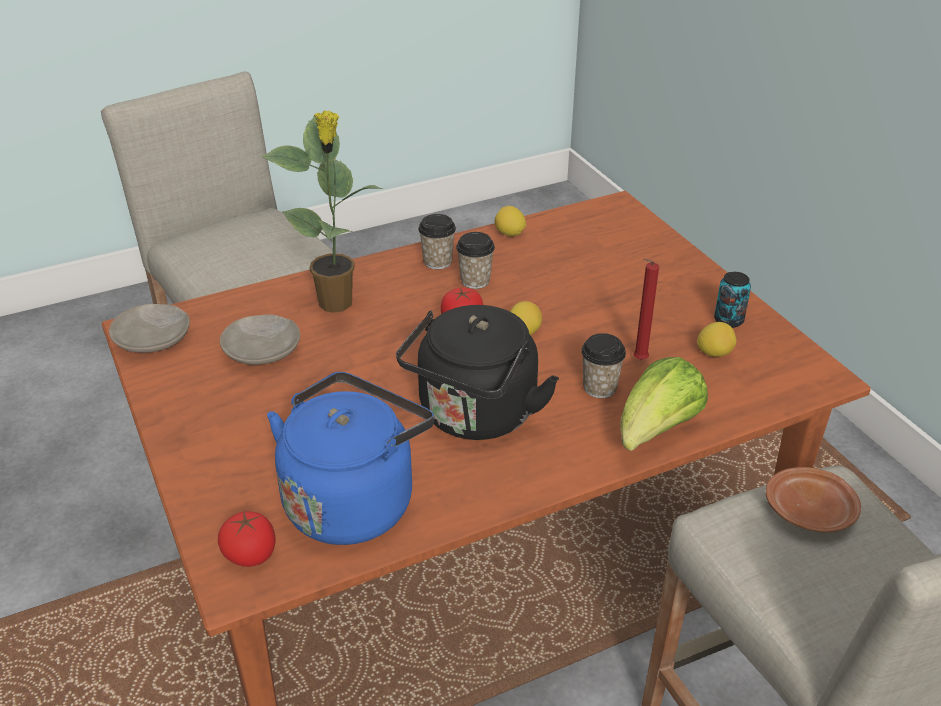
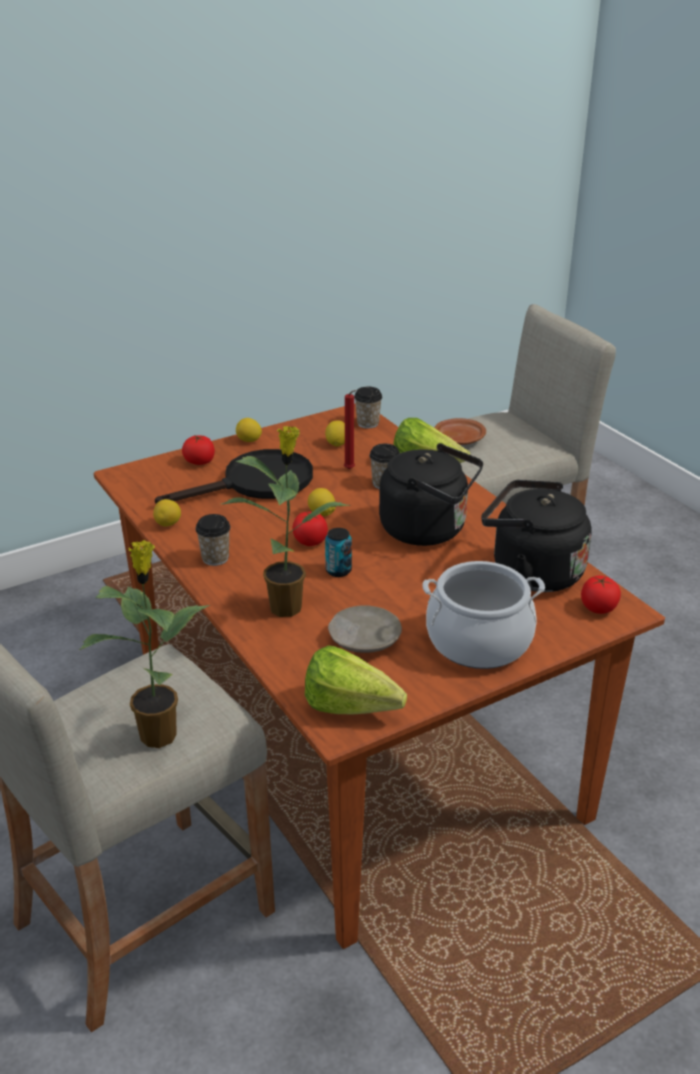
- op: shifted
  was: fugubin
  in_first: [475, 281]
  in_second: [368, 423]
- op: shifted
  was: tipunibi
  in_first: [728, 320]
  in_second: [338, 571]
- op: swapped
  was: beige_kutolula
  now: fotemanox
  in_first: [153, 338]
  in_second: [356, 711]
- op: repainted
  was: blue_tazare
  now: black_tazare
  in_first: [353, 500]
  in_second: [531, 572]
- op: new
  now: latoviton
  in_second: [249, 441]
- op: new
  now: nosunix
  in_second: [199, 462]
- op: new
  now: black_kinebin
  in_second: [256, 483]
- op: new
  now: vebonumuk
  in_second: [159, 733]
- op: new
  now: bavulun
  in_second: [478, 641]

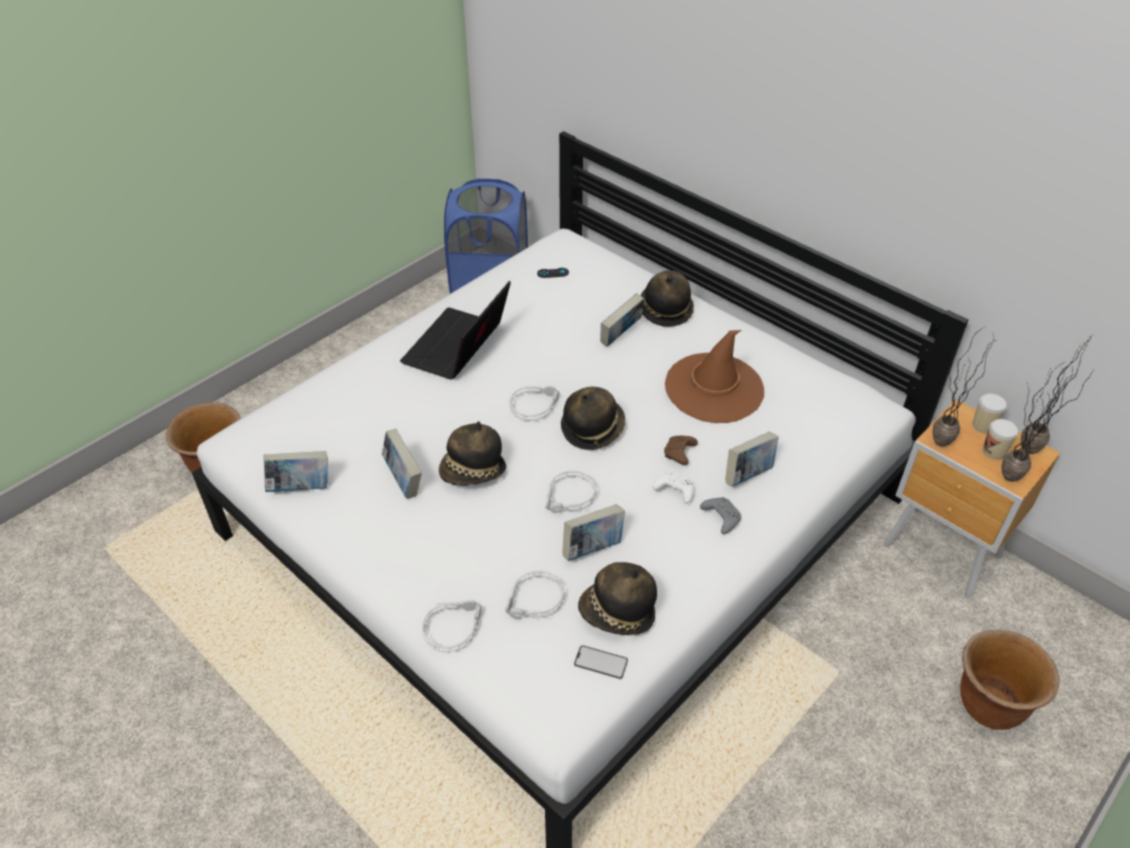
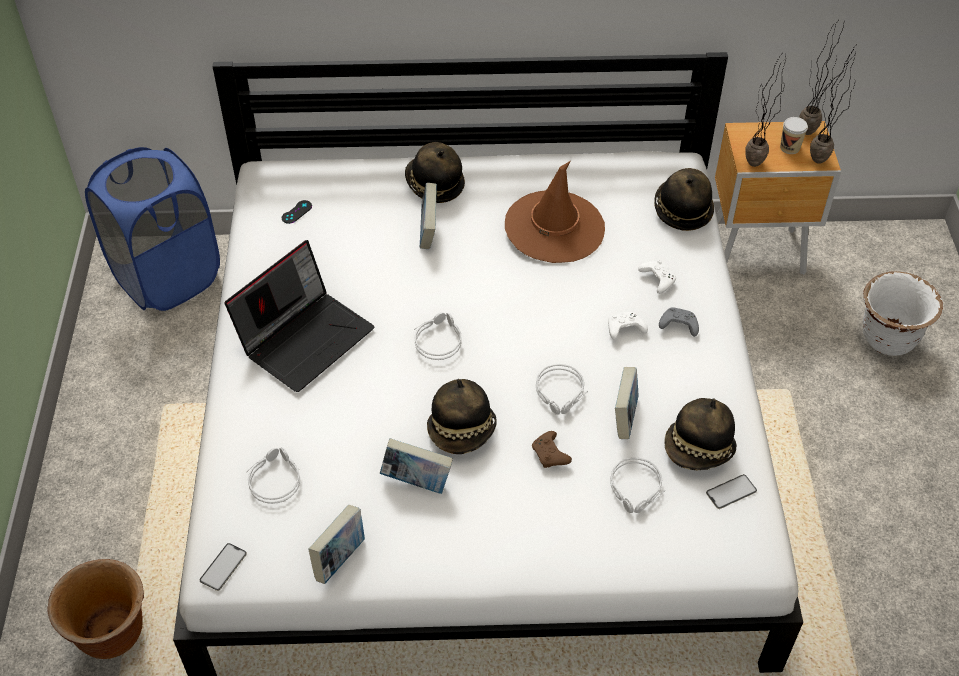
- op: rotated
  was: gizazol
  in_first: [457, 348]
  in_second: [306, 337]
  clockwise: -120
- op: shifted
  was: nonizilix
  in_first: [592, 428]
  in_second: [682, 210]
- op: gone
  was: fugubin
  in_first: [983, 426]
- op: swapped
  was: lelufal
  now: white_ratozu
  in_first: [748, 475]
  in_second: [657, 279]
- op: shifted
  was: brown_ratozu
  in_first: [679, 454]
  in_second: [550, 455]
- op: shifted
  was: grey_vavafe
  in_first: [453, 626]
  in_second: [274, 479]
- op: repainted
  was: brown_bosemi
  now: white_bosemi
  in_first: [988, 706]
  in_second: [887, 340]
- op: new
  now: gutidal
  in_second: [223, 567]

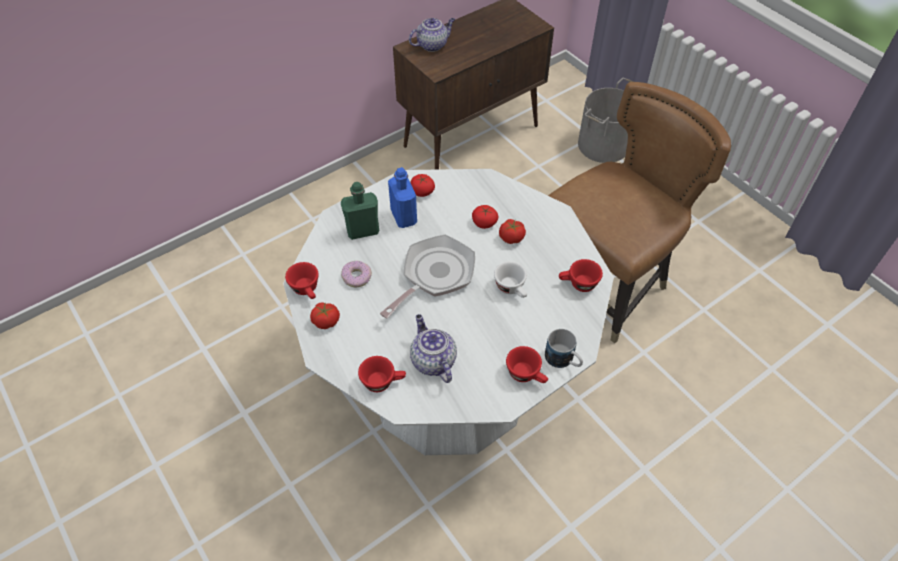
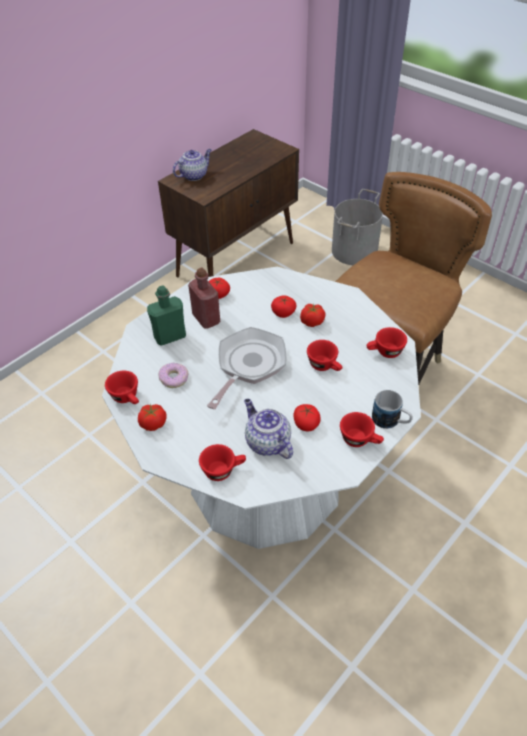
- op: repainted
  was: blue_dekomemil
  now: red_dekomemil
  in_first: [403, 217]
  in_second: [206, 319]
- op: repainted
  was: white_fugubin
  now: red_fugubin
  in_first: [512, 289]
  in_second: [325, 366]
- op: new
  now: nosunix
  in_second: [306, 423]

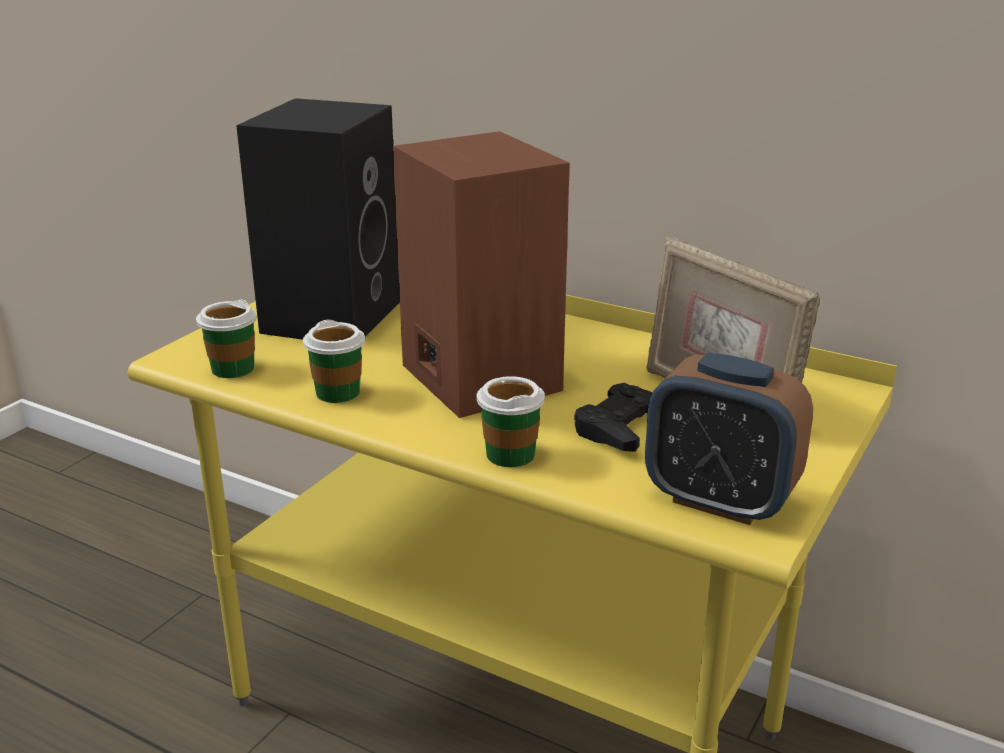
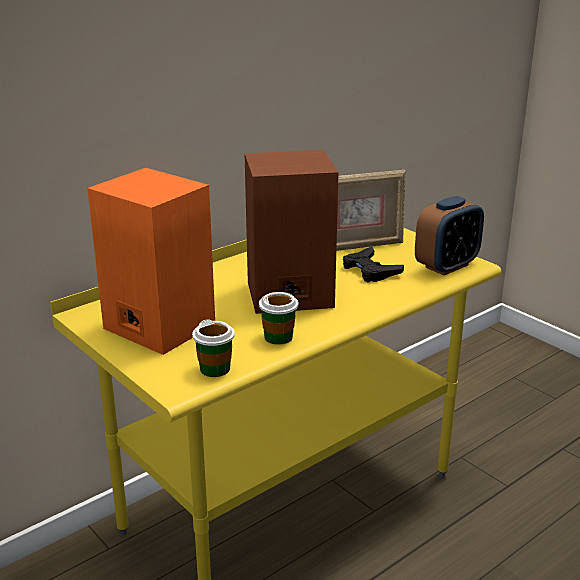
- op: repainted
  was: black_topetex
  now: orange_topetex
  in_first: [330, 315]
  in_second: [156, 326]
- op: gone
  was: fugubin
  in_first: [510, 454]

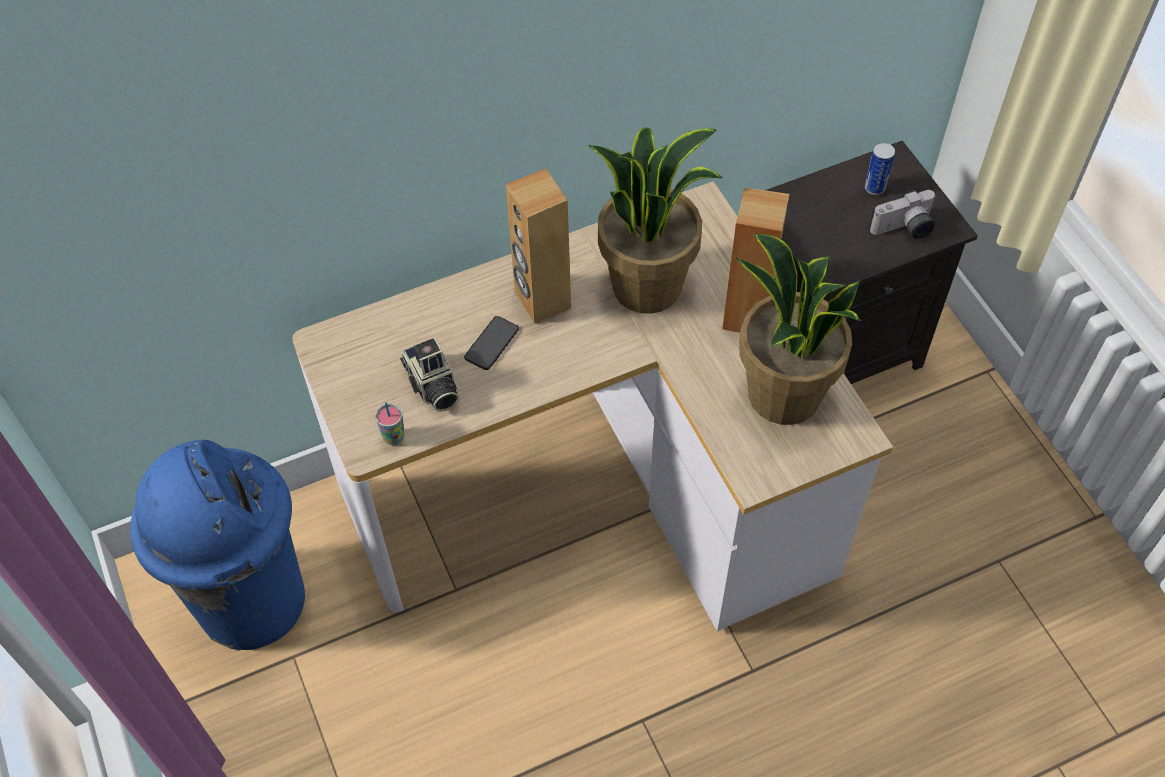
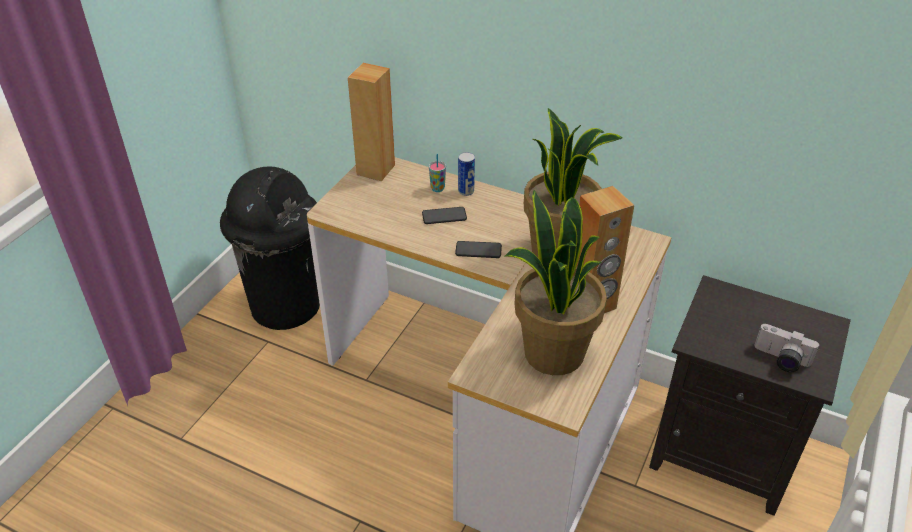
- op: shifted
  was: tipunibi
  in_first: [874, 188]
  in_second: [466, 191]
- op: shifted
  was: brown_topetex
  in_first: [542, 300]
  in_second: [375, 169]
- op: gone
  was: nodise
  in_first: [432, 386]
- op: shifted
  was: fugubin
  in_first: [394, 437]
  in_second: [437, 189]
- op: repainted
  was: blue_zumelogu
  now: black_zumelogu
  in_first: [251, 598]
  in_second: [286, 305]
- op: new
  now: gutidal
  in_second: [478, 250]

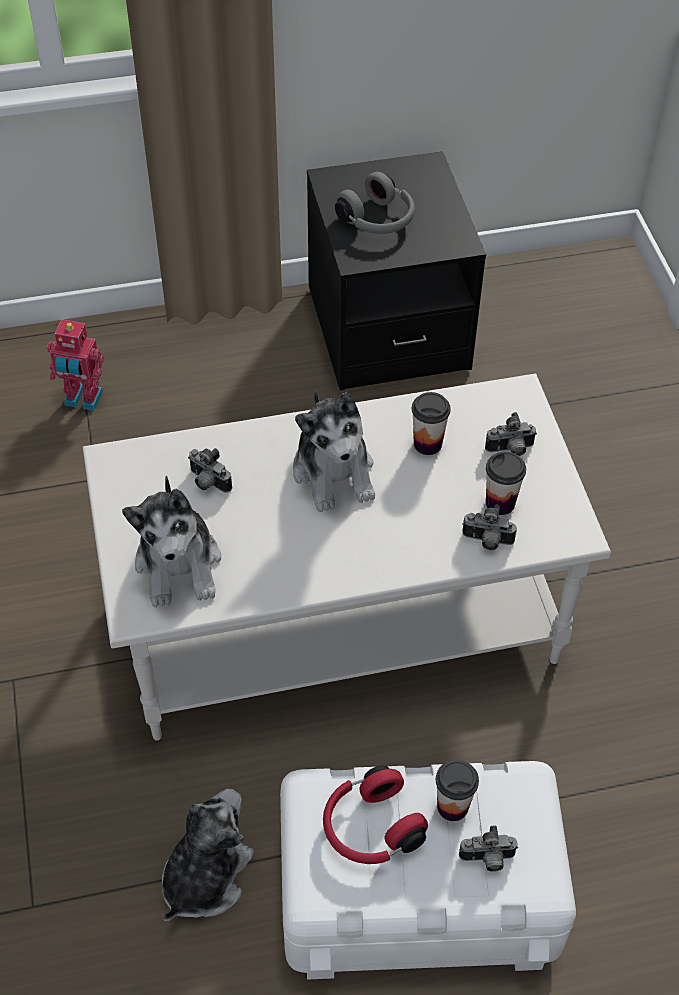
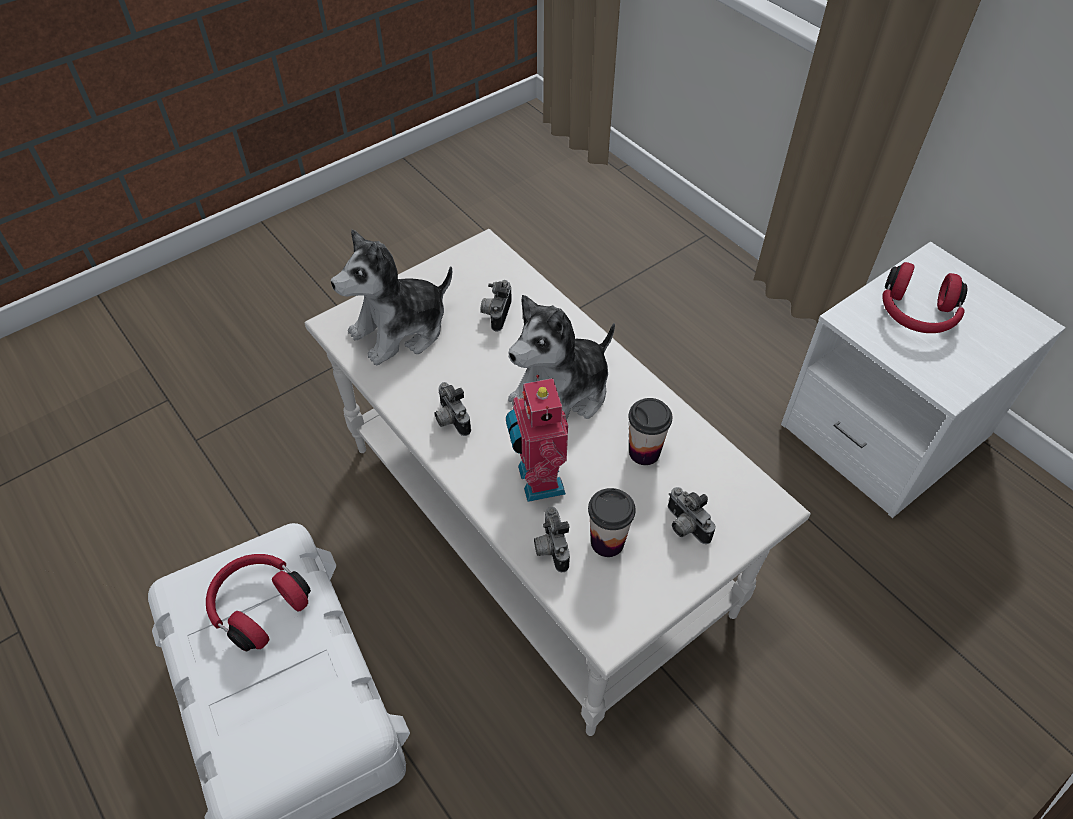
- op: repainted
  was: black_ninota
  now: white_ninota
  in_first: [387, 328]
  in_second: [884, 431]
- op: repainted
  was: grey_vavafe
  now: red_vavafe
  in_first: [378, 220]
  in_second: [916, 314]
- op: shifted
  was: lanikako
  in_first: [83, 400]
  in_second: [537, 480]
- op: gone
  was: fugubin
  in_first: [452, 806]
- op: gone
  was: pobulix
  in_first: [204, 876]
- op: shifted
  was: nodise
  in_first: [487, 860]
  in_second: [450, 419]

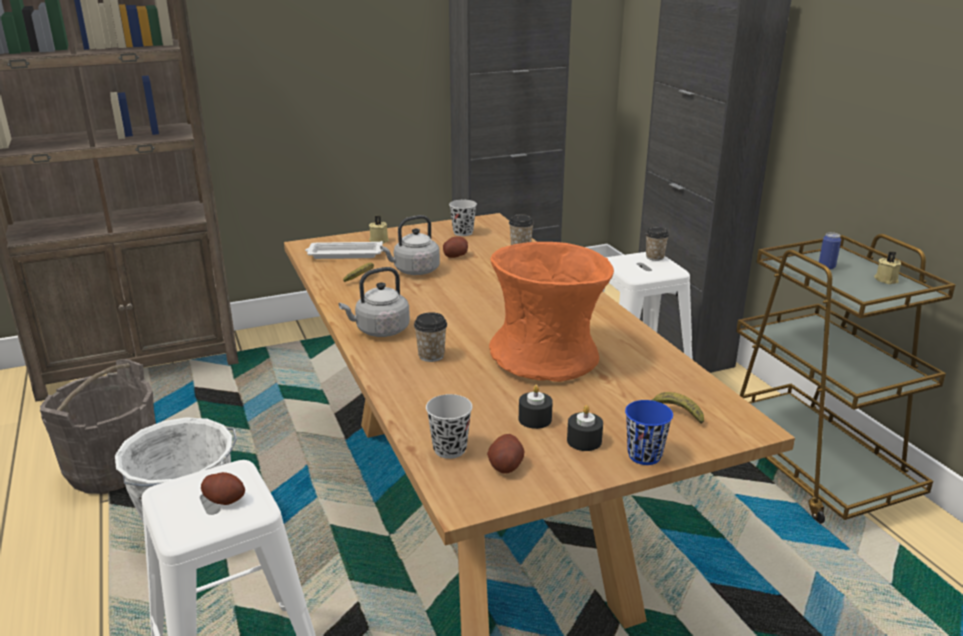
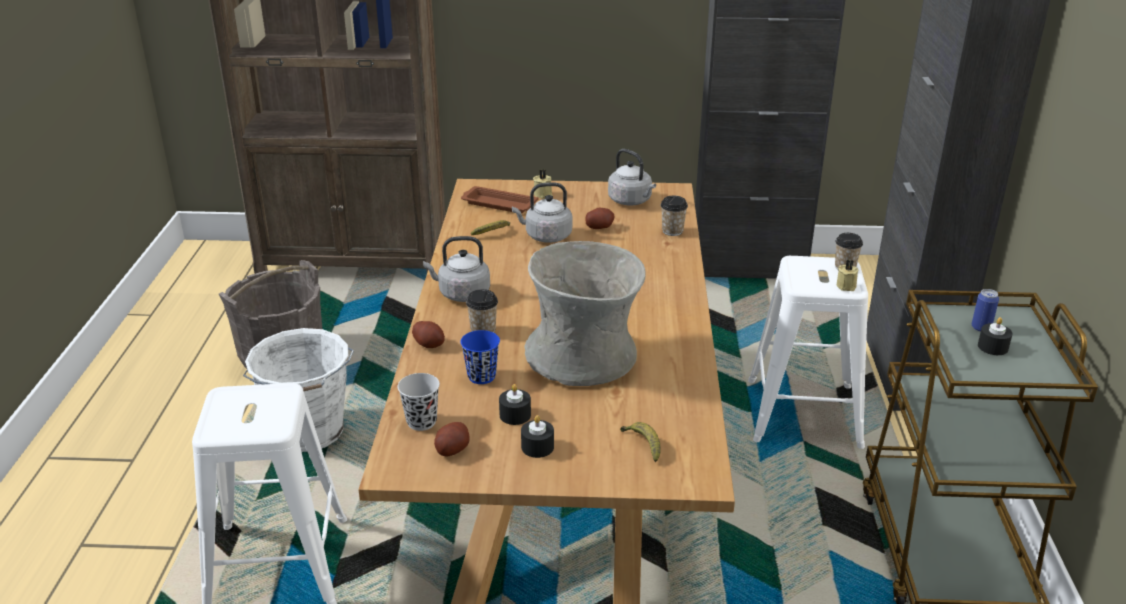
- op: swapped
  was: black_fugubin
  now: grey_tazare
  in_first: [463, 233]
  in_second: [631, 201]
- op: repainted
  was: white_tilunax
  now: brown_tilunax
  in_first: [344, 254]
  in_second: [498, 204]
- op: repainted
  was: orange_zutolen
  now: grey_zutolen
  in_first: [547, 356]
  in_second: [584, 357]
- op: shifted
  was: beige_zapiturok
  in_first: [886, 279]
  in_second: [847, 285]
- op: shifted
  was: blue_fugubin
  in_first: [644, 455]
  in_second: [481, 376]
- op: shifted
  was: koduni
  in_first: [225, 499]
  in_second: [429, 344]
- op: new
  now: black_zapiturok
  in_second: [992, 347]

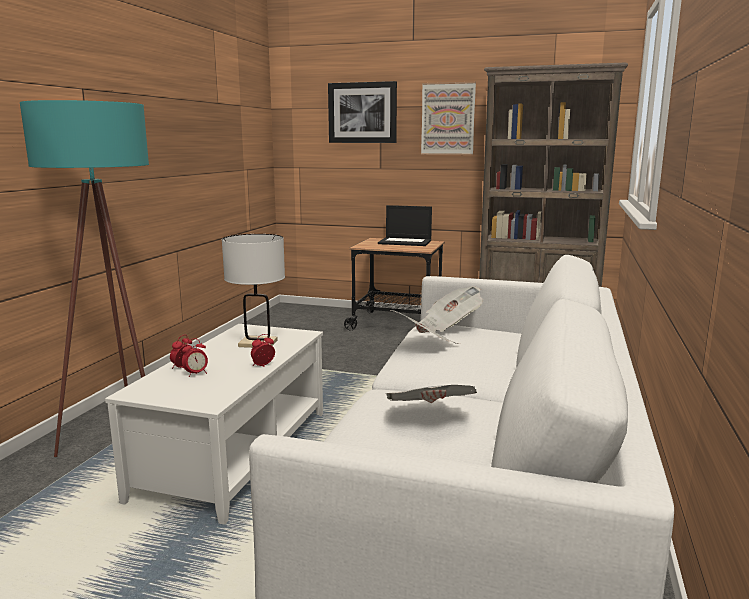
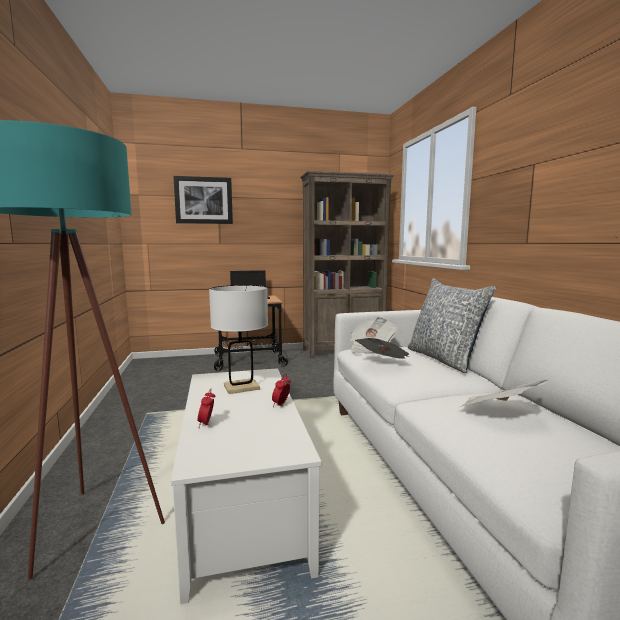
- op: gone
  was: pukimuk
  in_first: [448, 119]
- op: gone
  was: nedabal
  in_first: [196, 374]
- op: new
  now: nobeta
  in_second: [444, 359]

